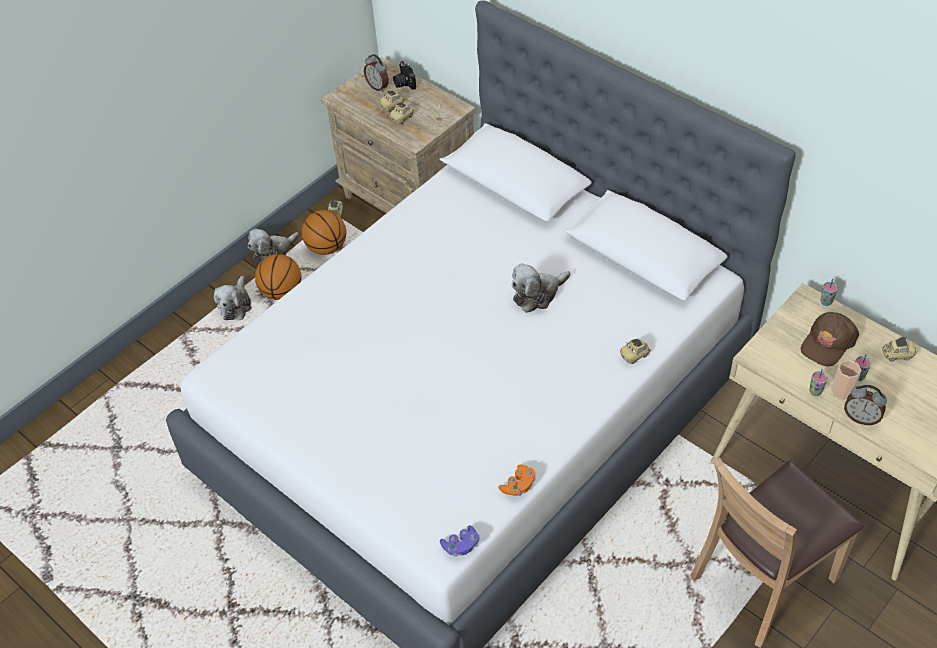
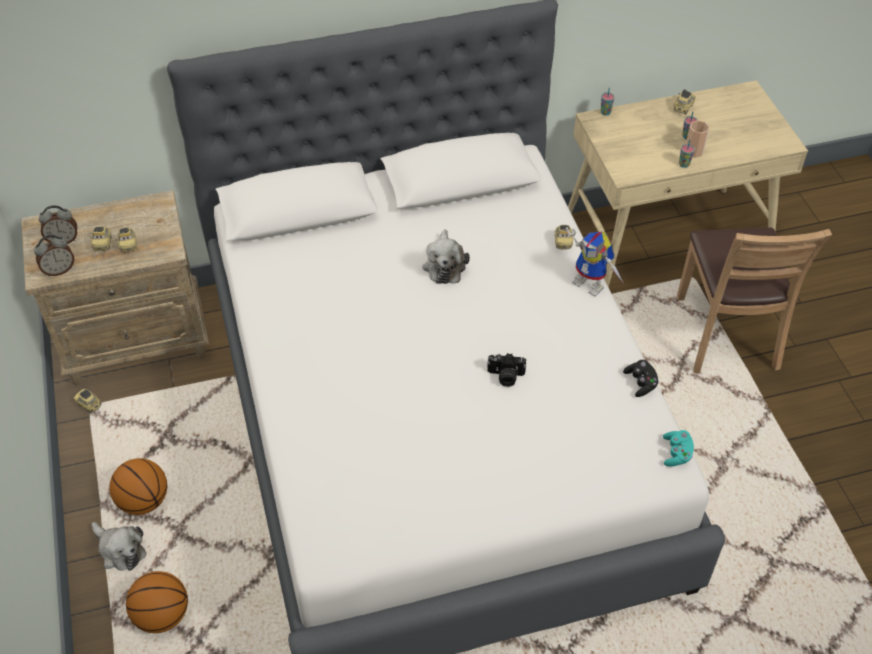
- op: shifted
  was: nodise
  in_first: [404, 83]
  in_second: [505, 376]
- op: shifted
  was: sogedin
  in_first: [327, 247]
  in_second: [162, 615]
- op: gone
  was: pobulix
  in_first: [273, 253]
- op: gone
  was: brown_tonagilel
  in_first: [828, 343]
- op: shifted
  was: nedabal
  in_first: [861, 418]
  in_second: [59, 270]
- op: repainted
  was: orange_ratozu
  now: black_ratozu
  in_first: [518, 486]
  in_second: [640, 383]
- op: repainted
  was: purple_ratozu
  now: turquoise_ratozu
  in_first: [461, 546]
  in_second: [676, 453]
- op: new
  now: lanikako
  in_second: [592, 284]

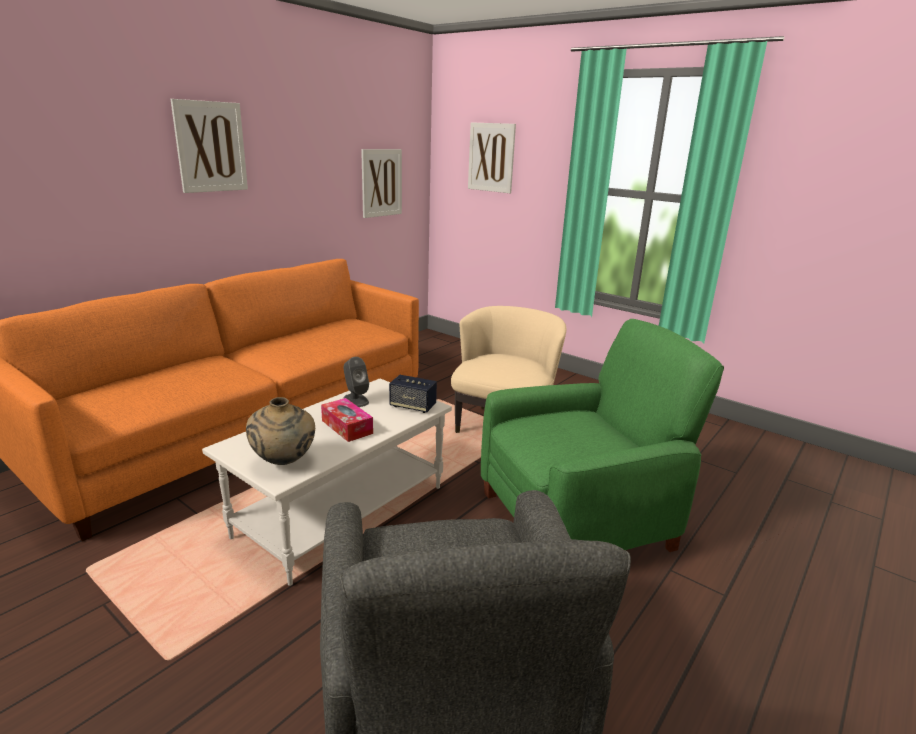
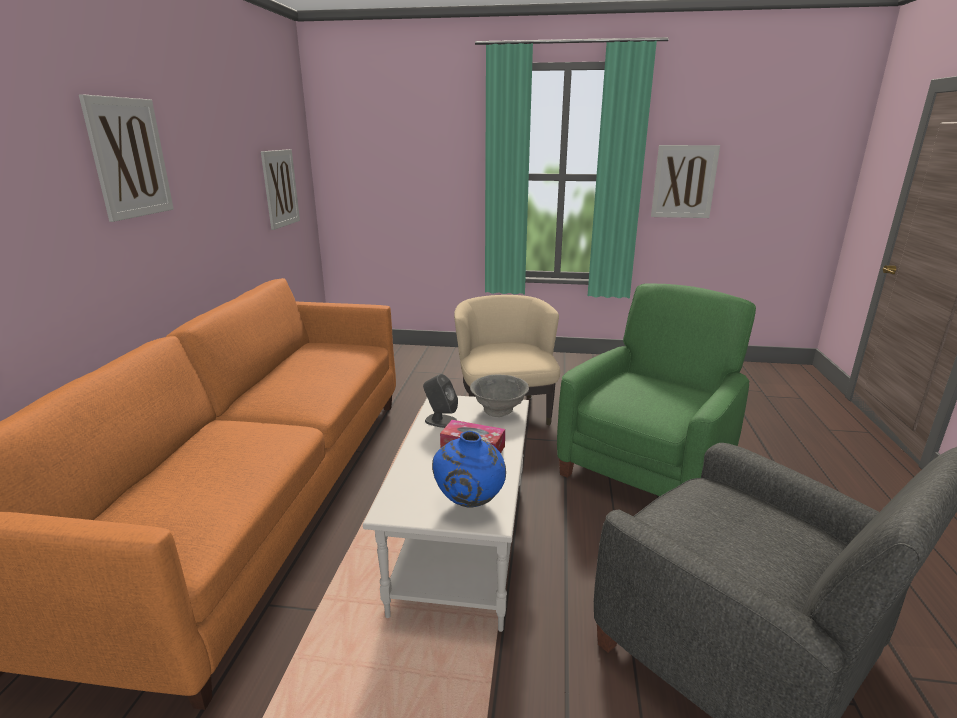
- op: shifted
  was: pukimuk
  in_first: [491, 157]
  in_second: [684, 182]
- op: swapped
  was: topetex
  now: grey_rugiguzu
  in_first: [412, 406]
  in_second: [499, 410]
- op: repainted
  was: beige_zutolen
  now: blue_zutolen
  in_first: [284, 462]
  in_second: [469, 502]

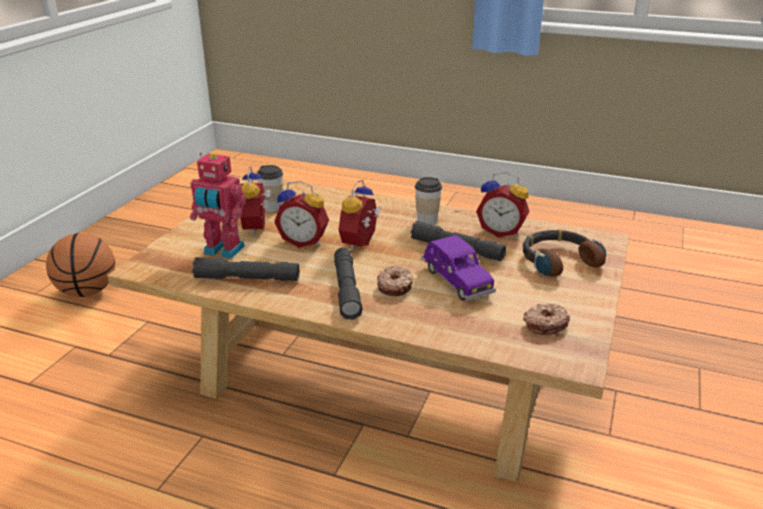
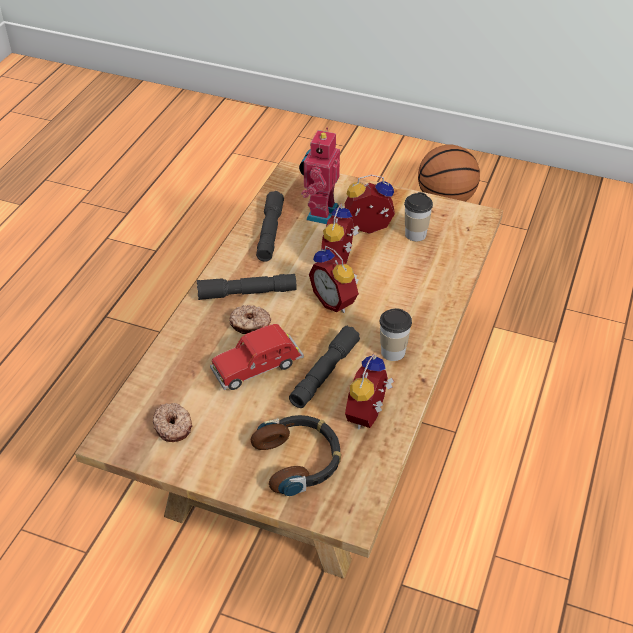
- op: rotated
  was: nedabal
  in_first: [362, 244]
  in_second: [336, 301]
  clockwise: -150
- op: repainted
  was: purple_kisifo
  now: red_kisifo
  in_first: [456, 281]
  in_second: [257, 368]

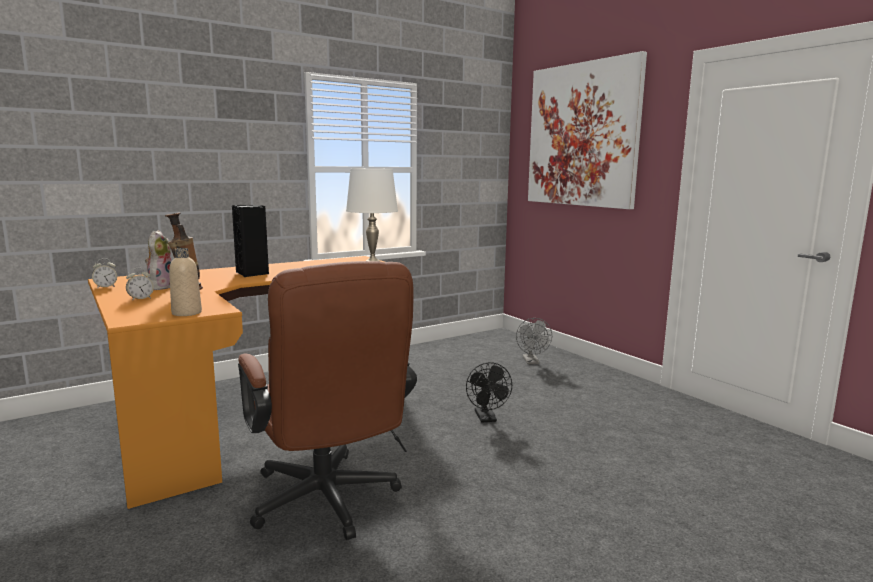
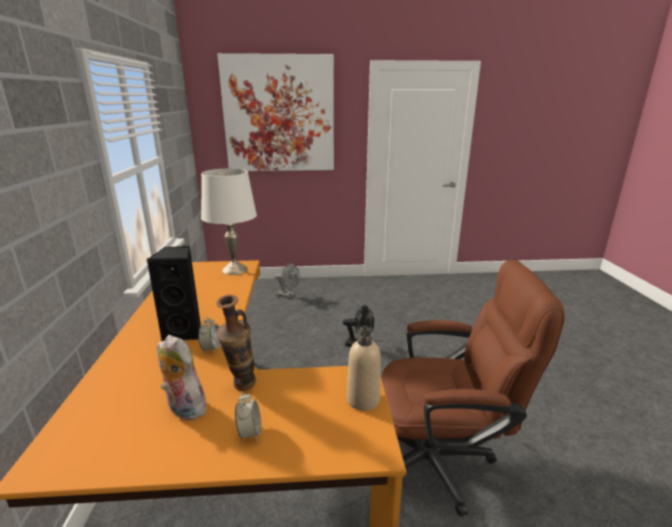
- op: shifted
  was: nedabal
  in_first: [106, 287]
  in_second: [211, 348]

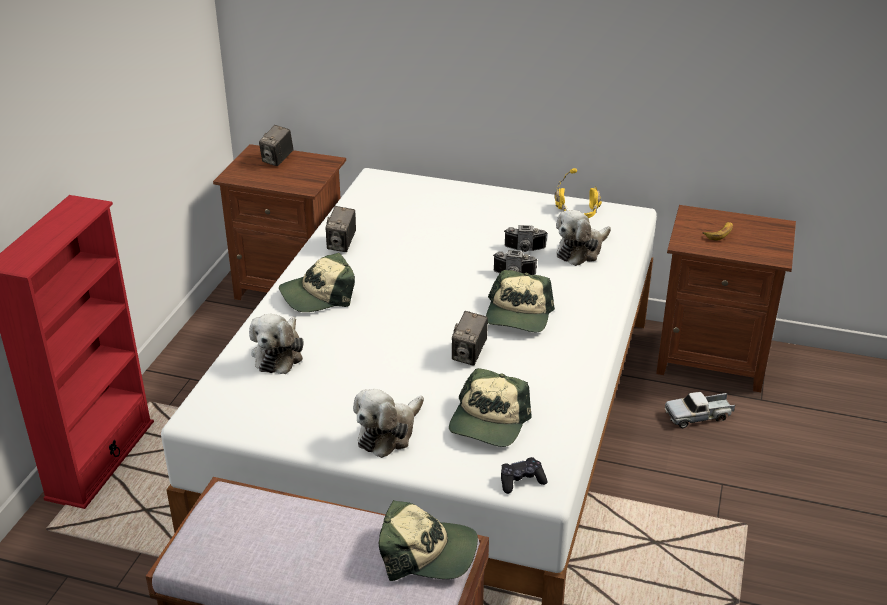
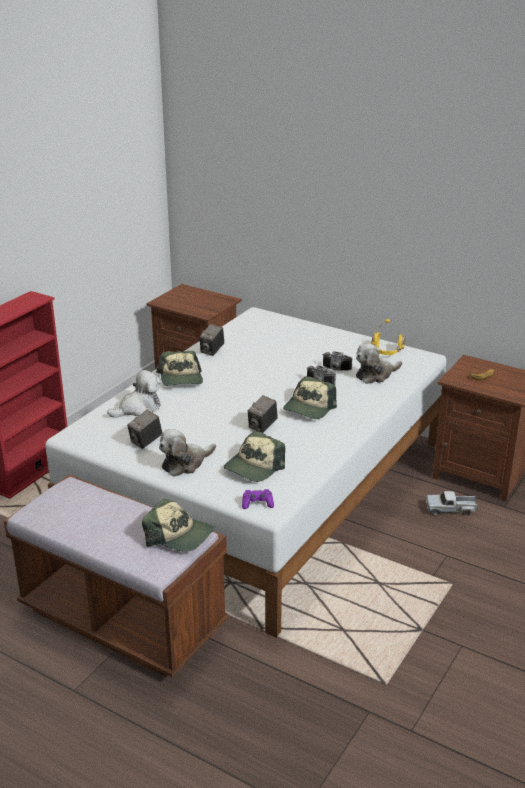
- op: shifted
  was: nodise
  in_first: [277, 160]
  in_second: [146, 442]
- op: rotated
  was: tonagilel
  in_first: [318, 295]
  in_second: [181, 378]
  clockwise: -90
- op: rotated
  was: pobulix
  in_first: [279, 354]
  in_second: [138, 409]
  clockwise: -150
- op: repainted
  was: black_ratozu
  now: purple_ratozu
  in_first: [521, 481]
  in_second: [257, 503]

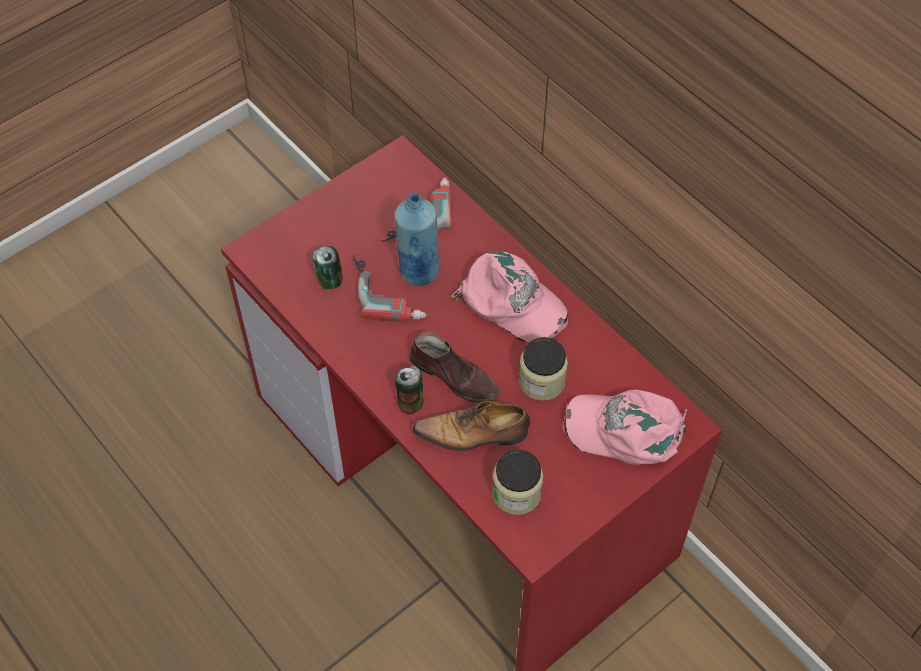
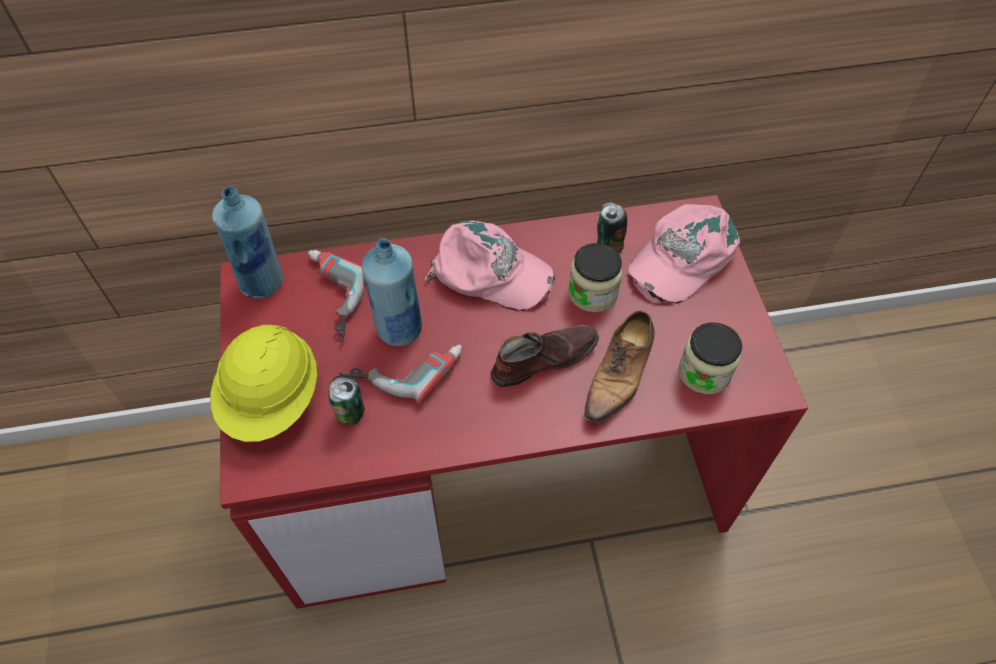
- op: rotated
  was: pink_tonagilel
  in_first: [511, 303]
  in_second: [490, 273]
  clockwise: 45
- op: shifted
  was: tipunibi
  in_first: [410, 402]
  in_second: [608, 245]
- op: new
  now: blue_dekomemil
  in_second: [262, 282]
- op: new
  now: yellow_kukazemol
  in_second: [272, 400]

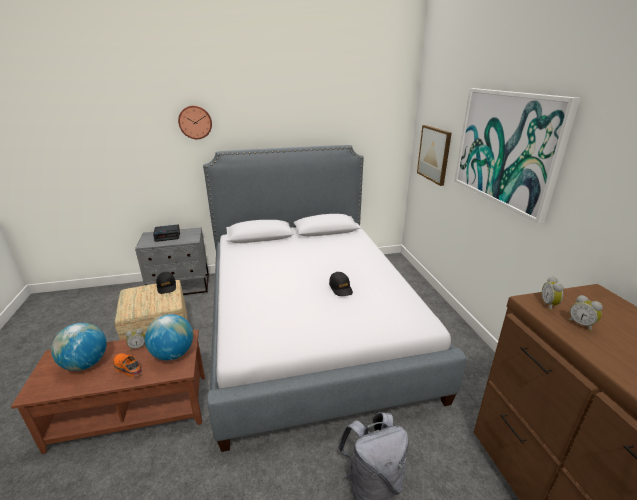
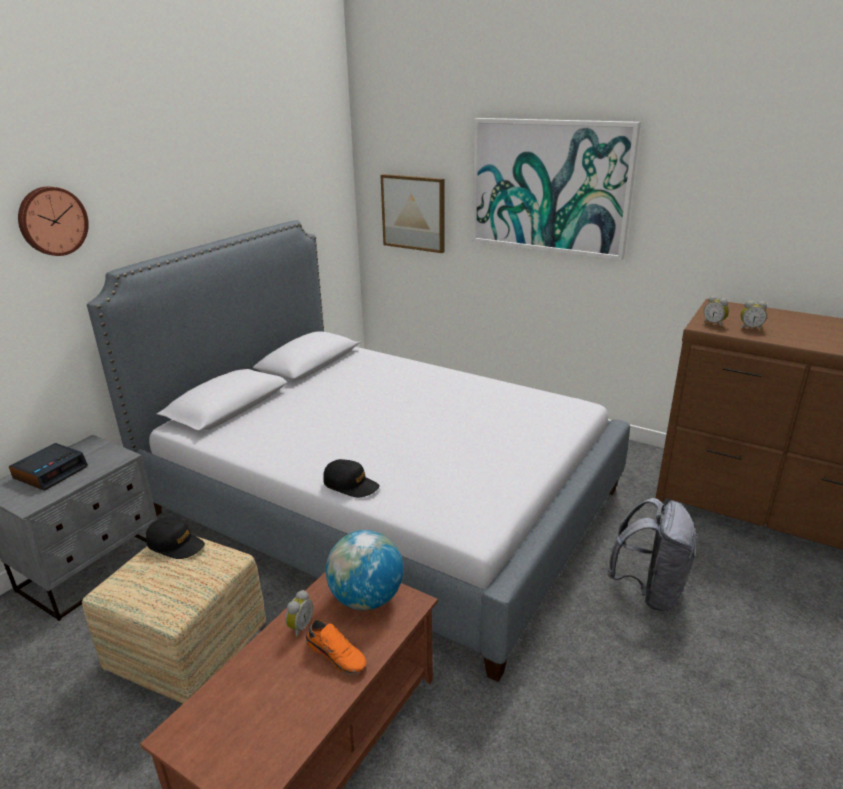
- op: shifted
  was: black_tonagilel
  in_first: [341, 288]
  in_second: [351, 485]
- op: gone
  was: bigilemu
  in_first: [86, 364]
- op: rotated
  was: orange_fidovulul
  in_first: [127, 368]
  in_second: [337, 654]
  clockwise: -135

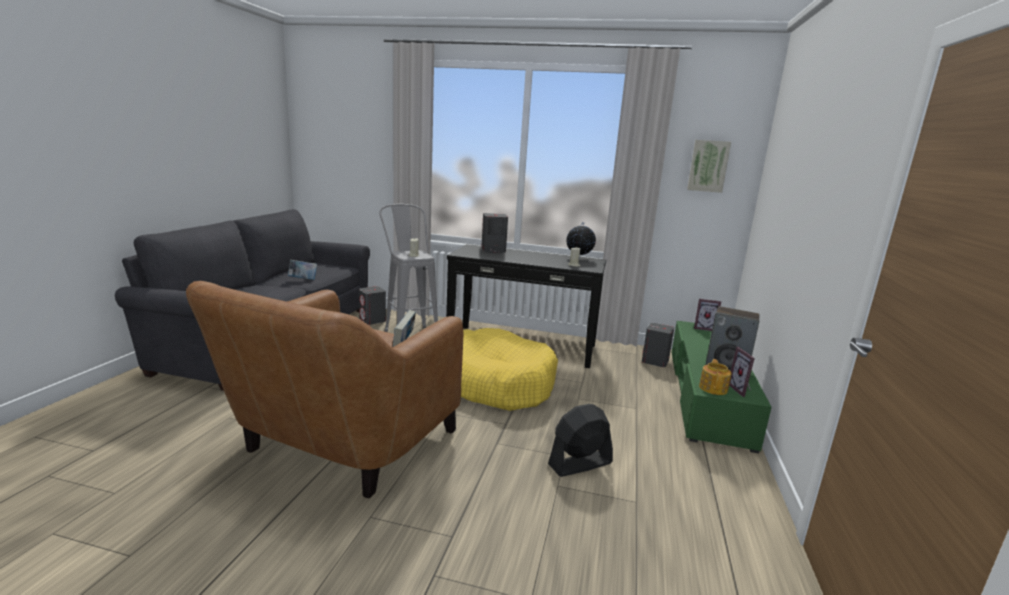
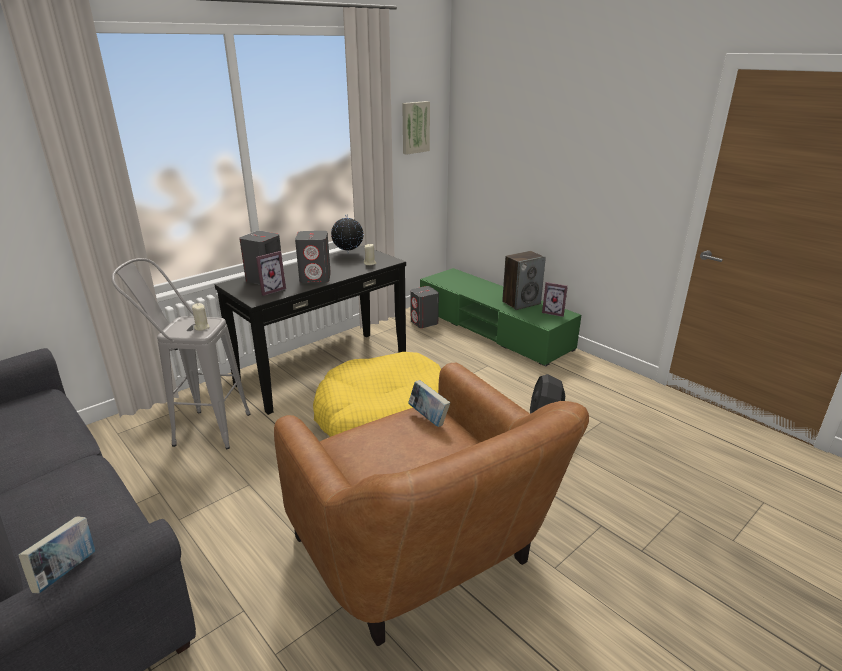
- op: shifted
  was: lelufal
  in_first: [303, 279]
  in_second: [67, 571]
- op: shifted
  was: grey_topetex
  in_first: [372, 320]
  in_second: [315, 278]
- op: shifted
  was: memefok
  in_first: [704, 328]
  in_second: [270, 290]
- op: gone
  was: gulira
  in_first: [713, 388]

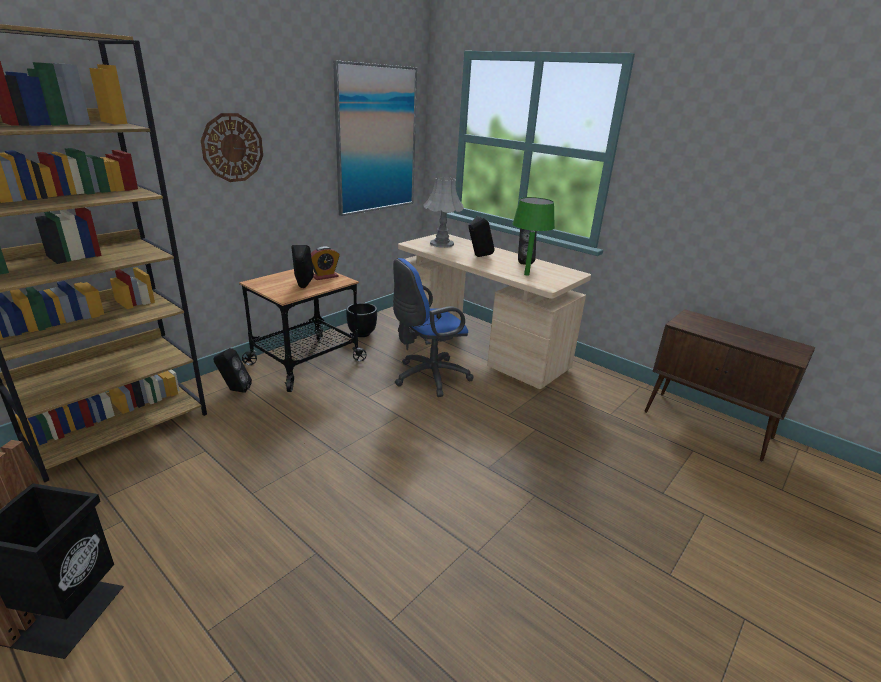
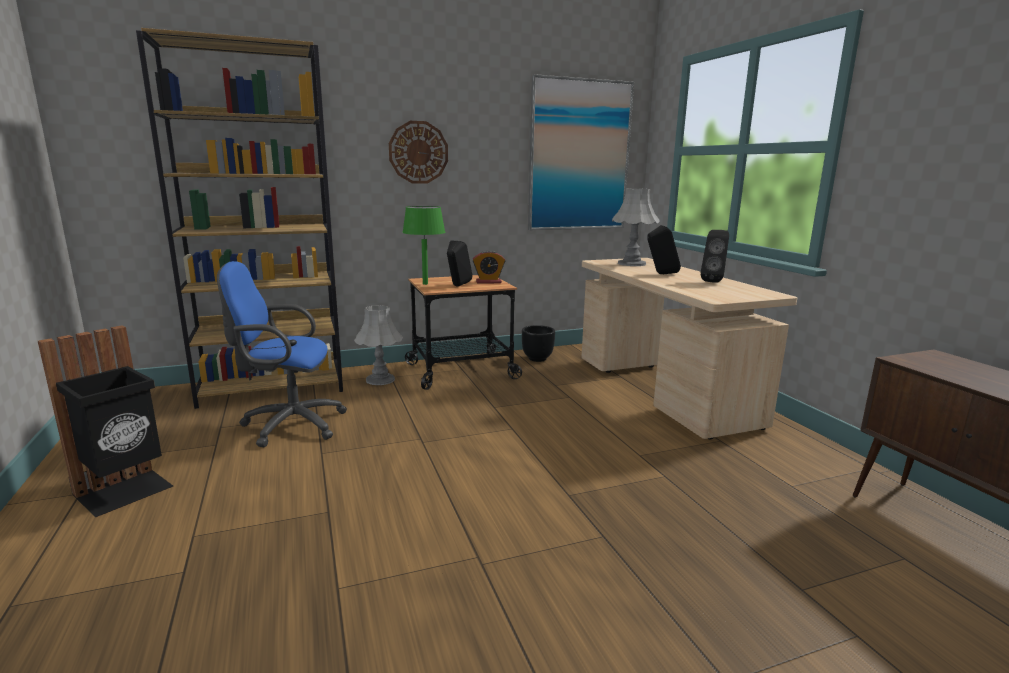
- op: shifted
  was: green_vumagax
  in_first: [526, 274]
  in_second: [425, 284]
- op: shifted
  was: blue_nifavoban
  in_first: [427, 377]
  in_second: [288, 425]
- op: swapped
  was: black_topetex
  now: grey_vumagax
  in_first: [234, 390]
  in_second: [380, 380]

